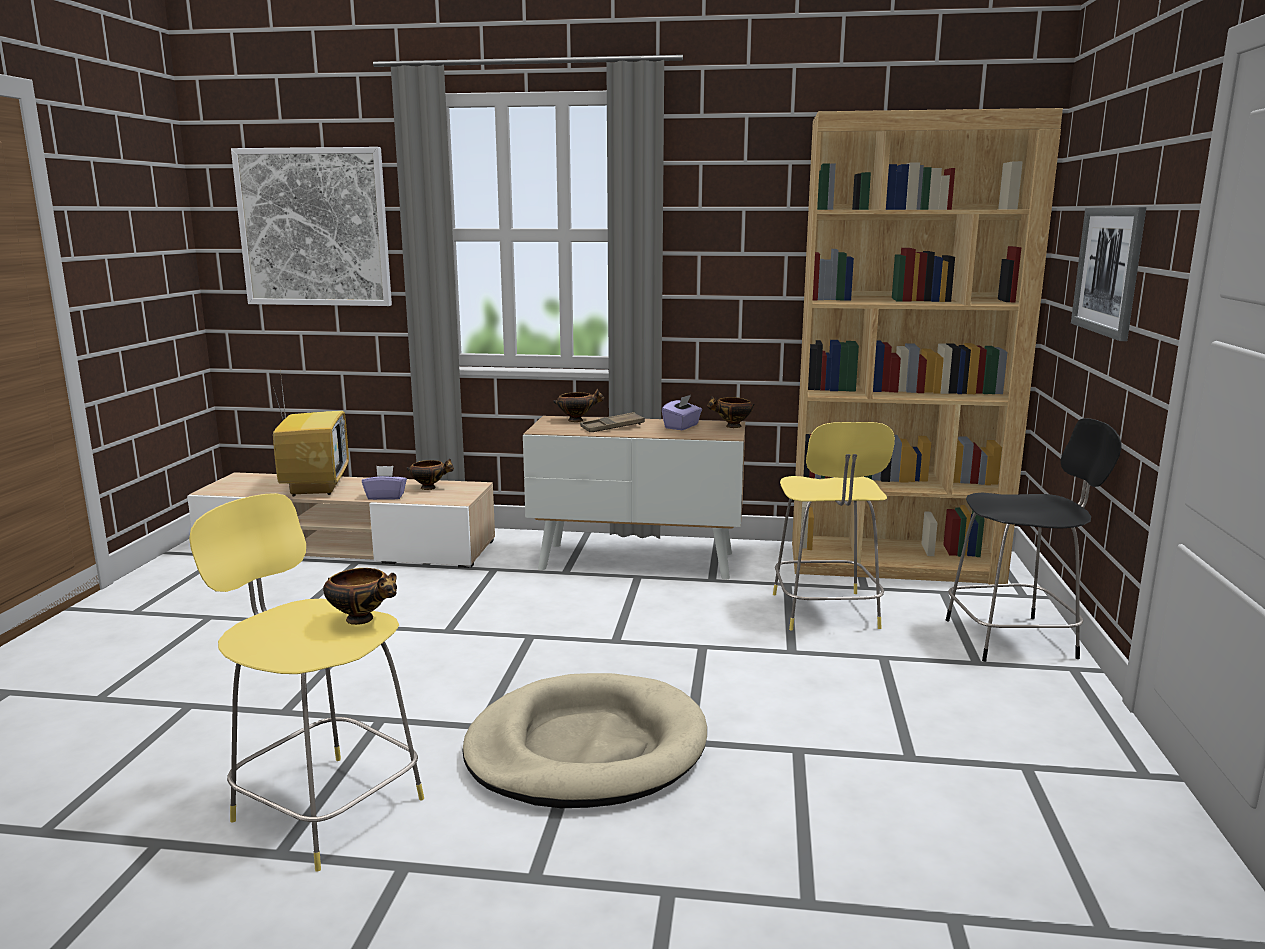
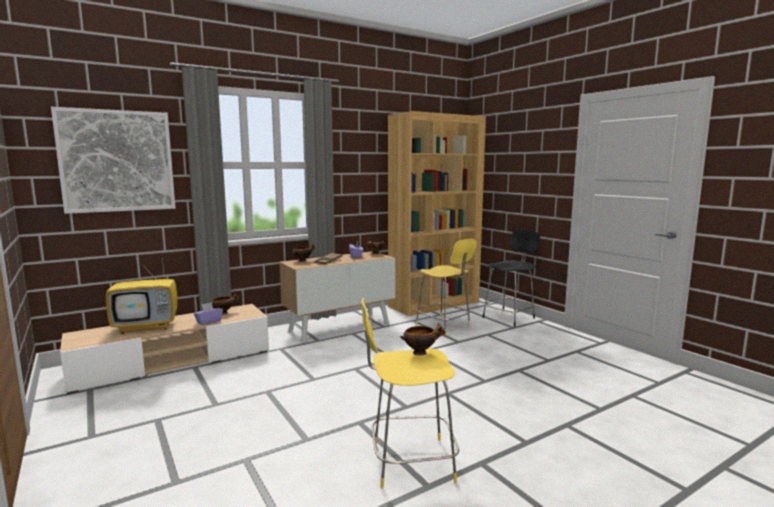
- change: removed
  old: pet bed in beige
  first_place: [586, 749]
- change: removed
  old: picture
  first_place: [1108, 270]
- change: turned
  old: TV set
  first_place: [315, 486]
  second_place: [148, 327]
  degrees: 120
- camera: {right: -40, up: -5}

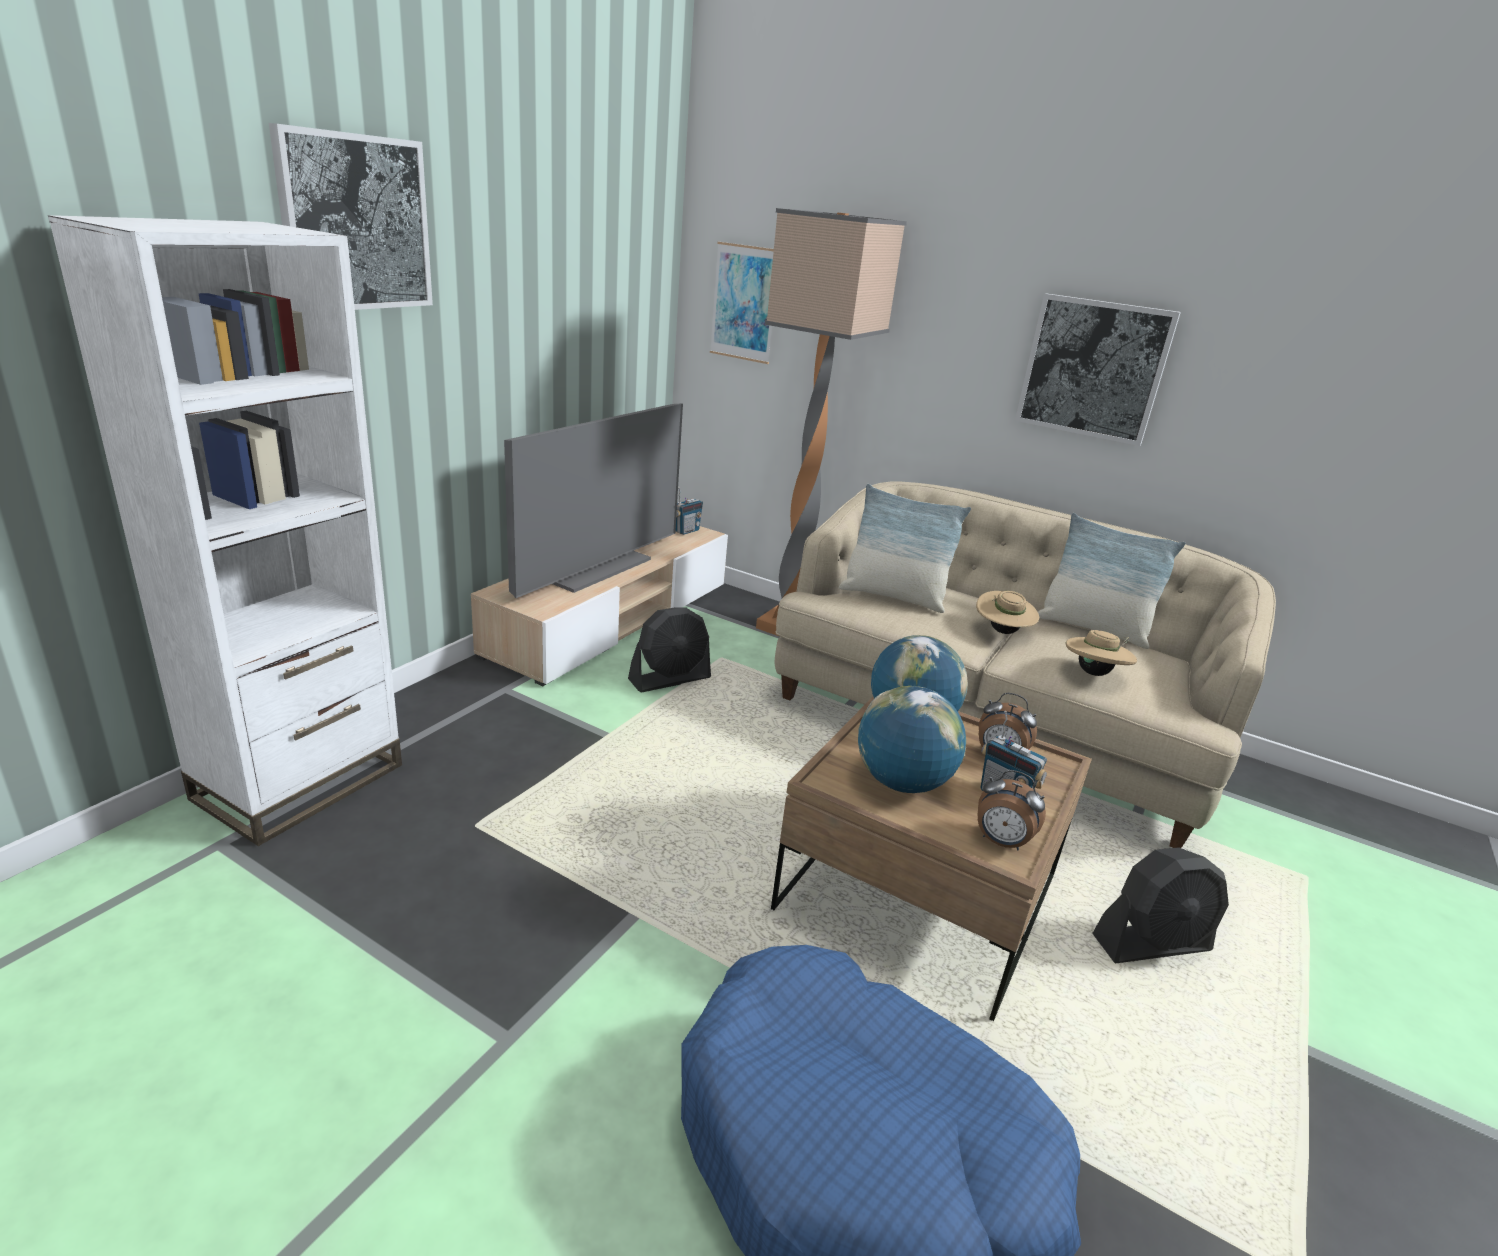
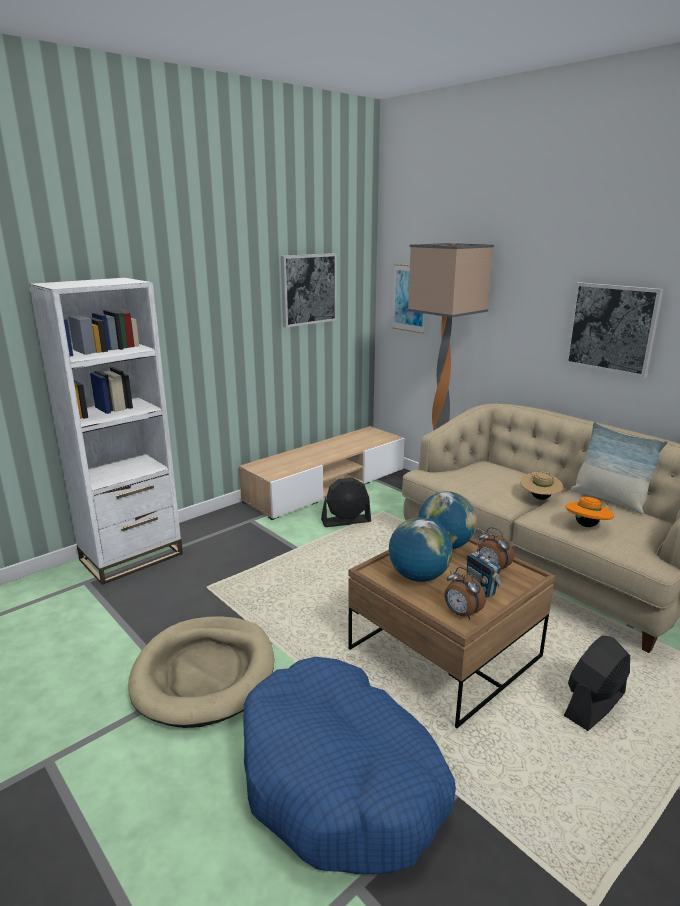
- change: removed
  old: TV set
  first_place: [594, 567]
- change: removed
  old: radio set
  first_place: [686, 531]
- change: removed
  old: pillow
  first_place: [893, 597]
- change: added
  new: pet bed in beige
  second_place: [205, 673]
- change: moved
  old: picture
  first_place: [355, 223]
  second_place: [308, 289]
- change: recoloured
  old: wearable hat in beige
  new: wearable hat in orangey
  first_place: [1094, 673]
  second_place: [587, 525]
- change: turned
  old: cooling fan in blackish
  first_place: [1152, 943]
  second_place: [594, 705]
  degrees: 135
- camera: {right: 20, up: -5}

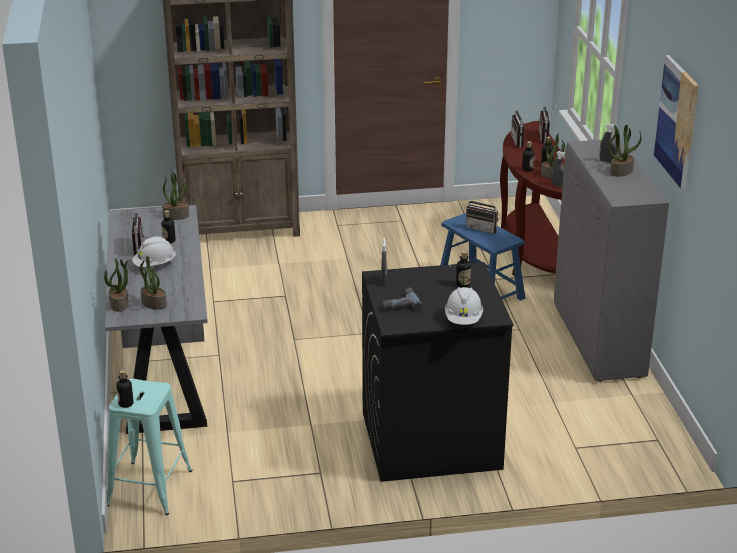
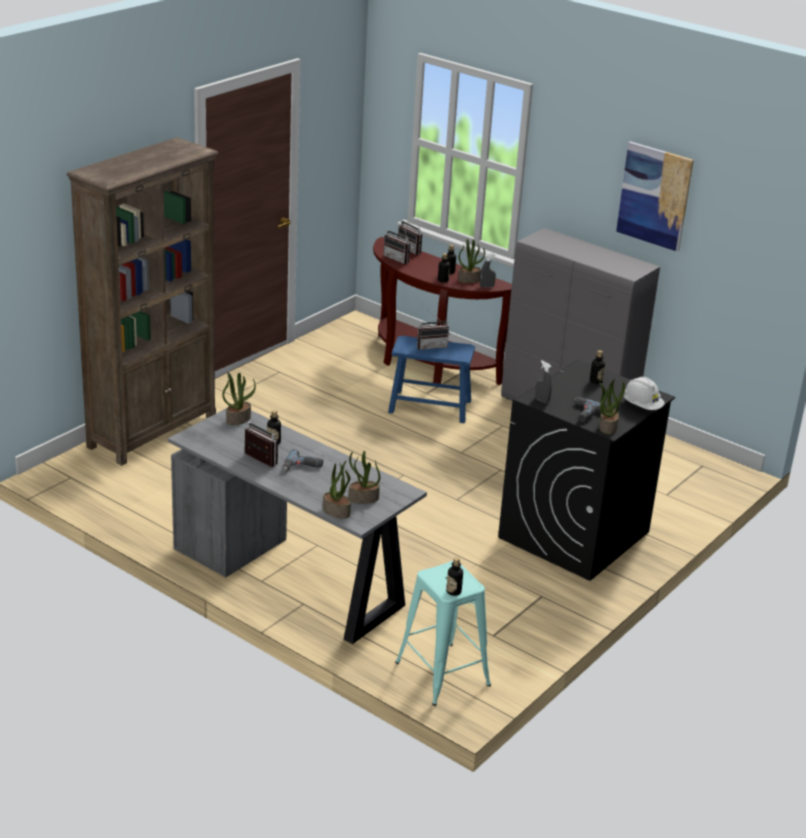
- change: removed
  old: hand sprayer in grey
  first_place: [607, 161]
- change: moved
  old: plant in a pot
  first_place: [621, 171]
  second_place: [607, 427]
- change: replaced
  old: hard hat in white
  new: power drill
  first_place: [155, 265]
  second_place: [302, 467]
- camera: {right: -45, up: 0}

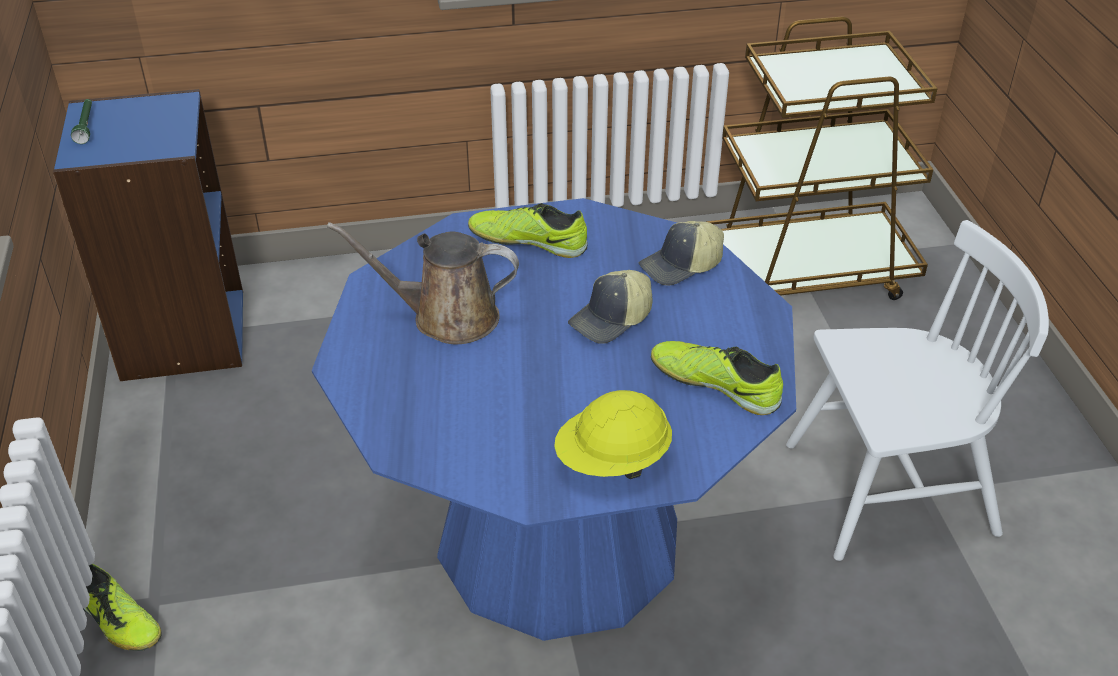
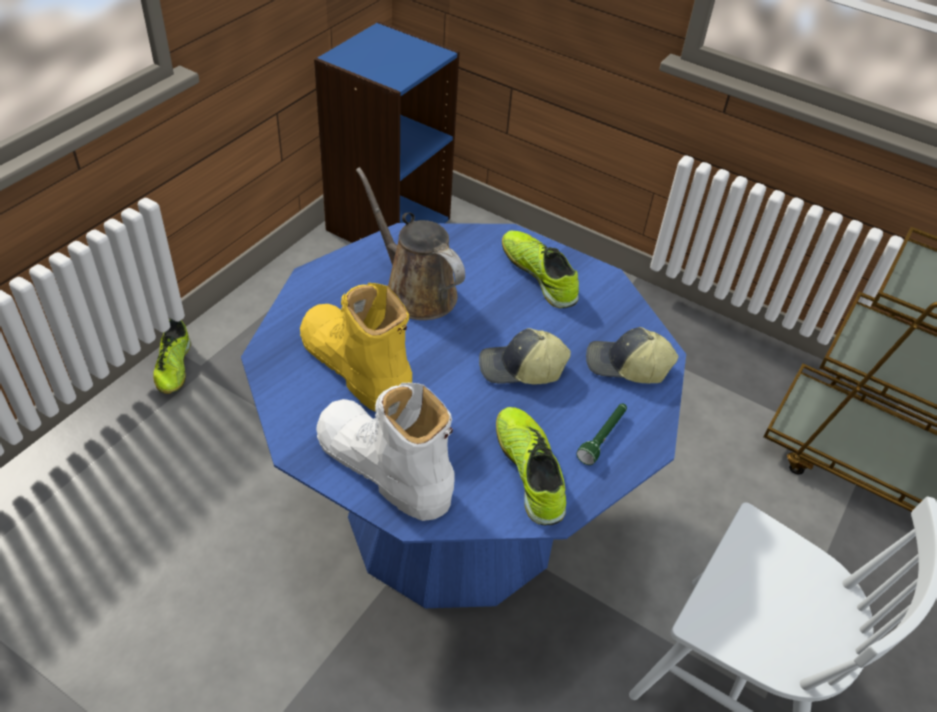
- change: added
  new: tall boot in yellowish
  second_place: [355, 367]
- change: moved
  old: hand torch in green
  first_place: [86, 126]
  second_place: [603, 437]
- change: replaced
  old: hard hat in yellowish
  new: tall boot in white
  first_place: [612, 461]
  second_place: [383, 467]
- camera: {right: 40, up: 5}

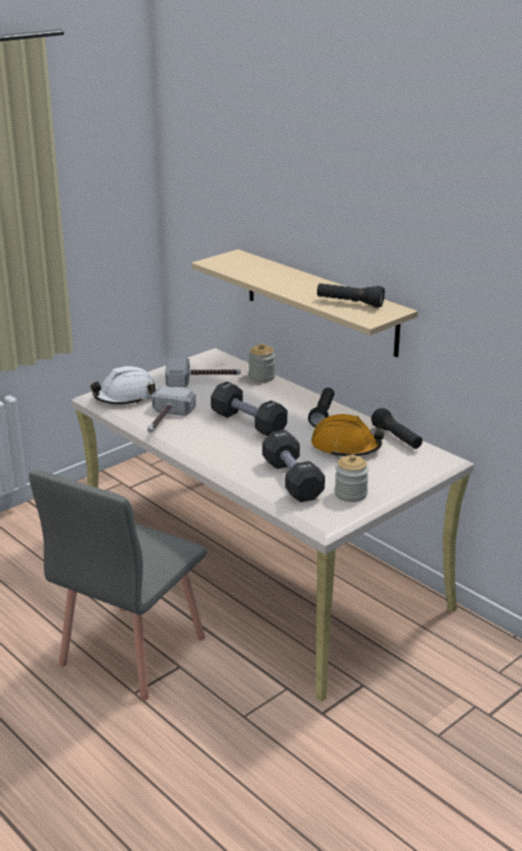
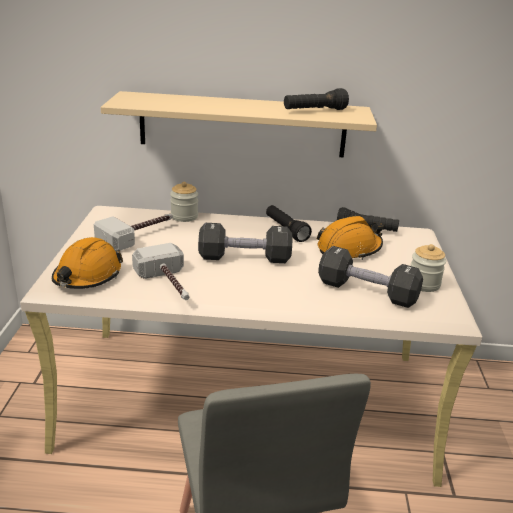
- change: recoloured
  old: hard hat in white
  new: hard hat in orangey
  first_place: [125, 397]
  second_place: [87, 276]
- camera: {right: -45, up: 0}

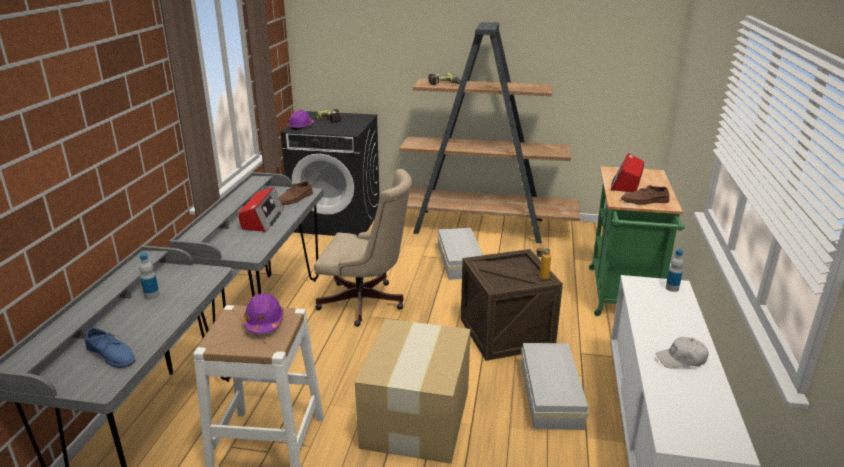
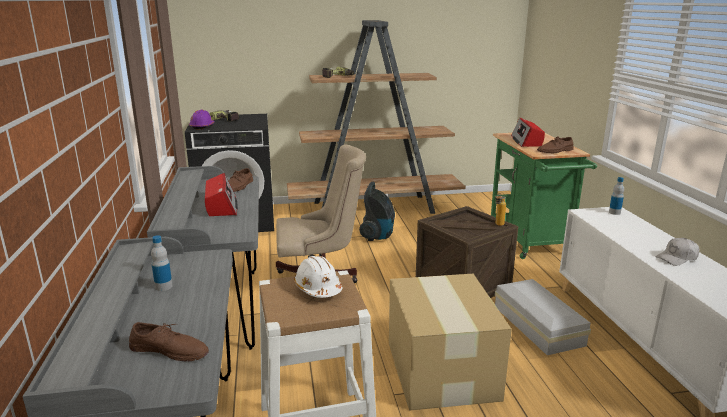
- change: replaced
  old: storage box in white
  new: vacuum cleaner
  first_place: [460, 260]
  second_place: [378, 236]
- change: recoloured
  old: item of footwear in blue-coloured
  new: item of footwear in brown-coloured
  first_place: [112, 354]
  second_place: [169, 350]
- change: recoloured
  old: hard hat in purple-coloured
  new: hard hat in white
  first_place: [264, 322]
  second_place: [318, 288]
- camera: {right: -20, up: -5}

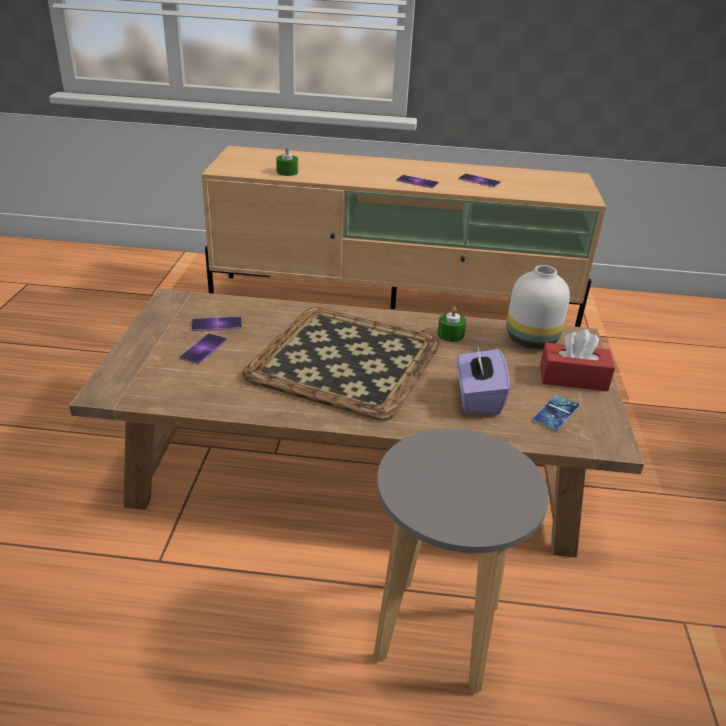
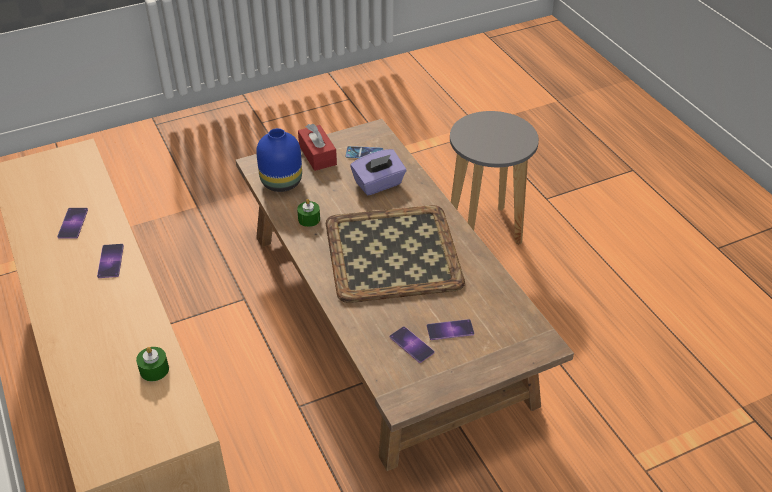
- change: recoloured
  old: decorative vase in white
  new: decorative vase in blue-coloured
  first_place: [530, 339]
  second_place: [281, 183]
- camera: {right: -120, up: 10}

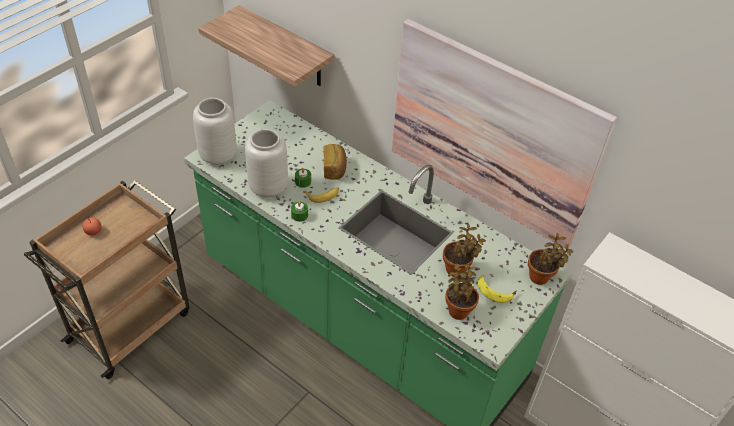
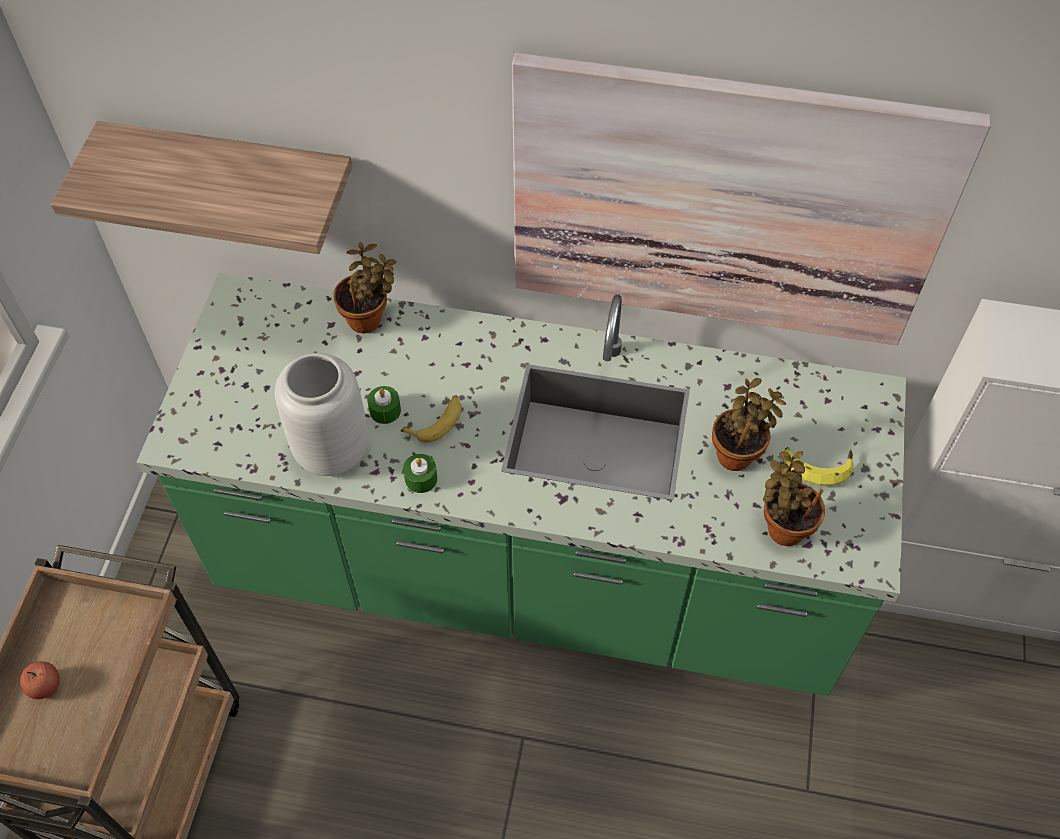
- change: removed
  old: decorative vase in grey
  first_place: [219, 155]
- change: removed
  old: baked bread
  first_place: [334, 169]
- change: moved
  old: plant in a pot
  first_place: [541, 277]
  second_place: [368, 319]
- camera: {right: -25, up: 10}

